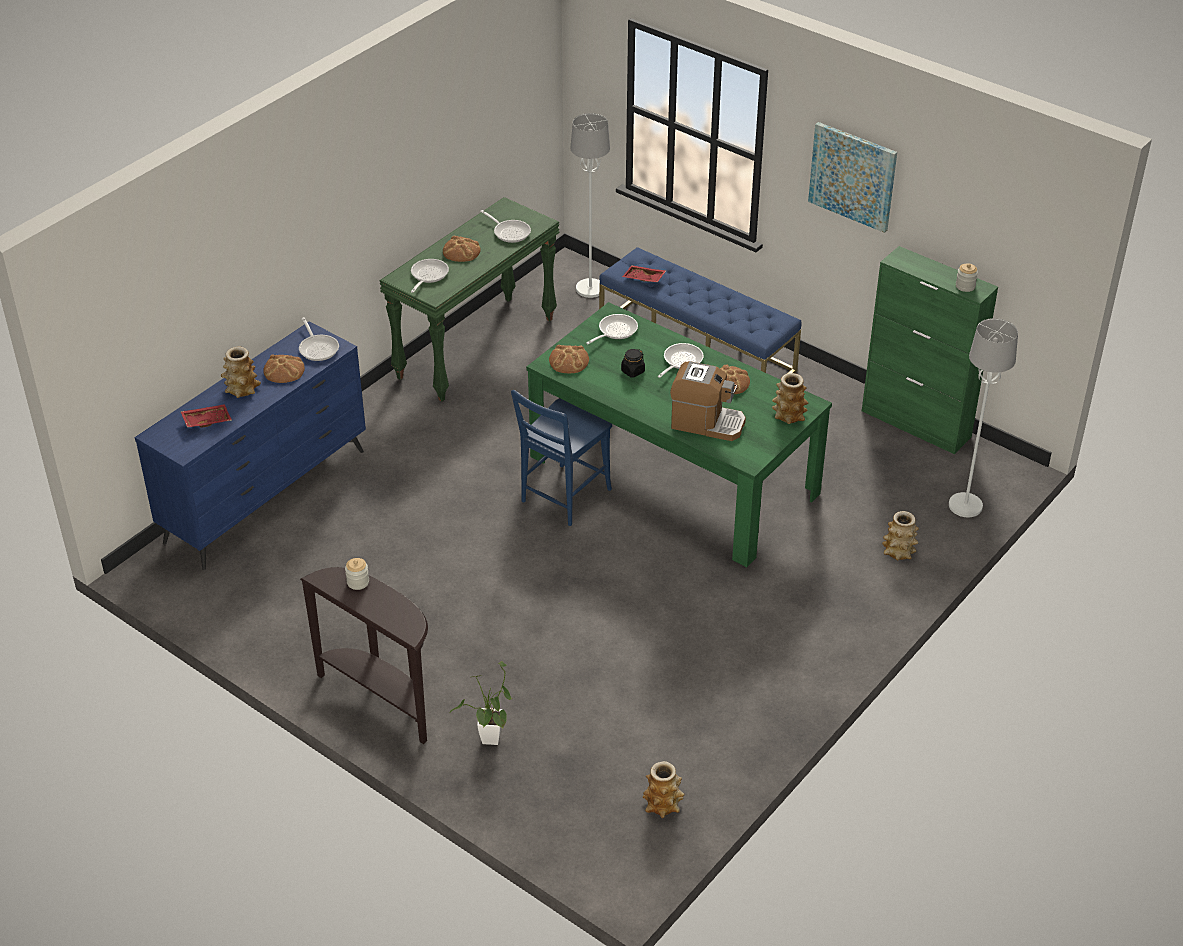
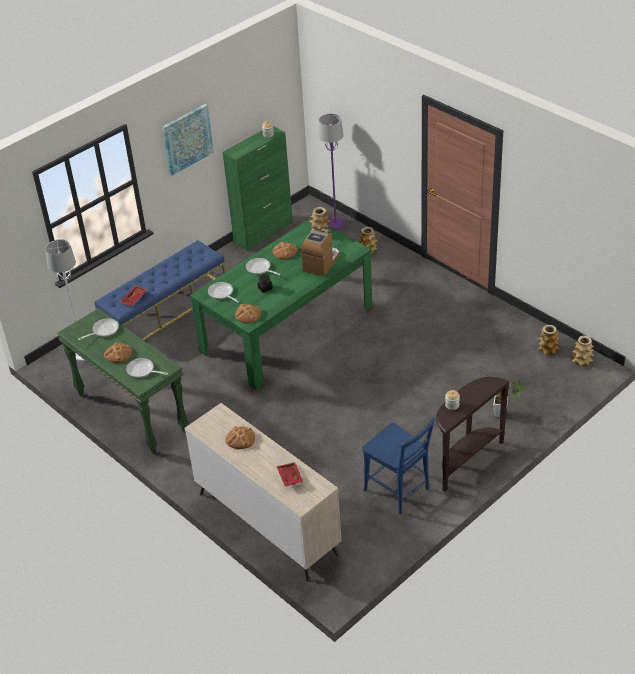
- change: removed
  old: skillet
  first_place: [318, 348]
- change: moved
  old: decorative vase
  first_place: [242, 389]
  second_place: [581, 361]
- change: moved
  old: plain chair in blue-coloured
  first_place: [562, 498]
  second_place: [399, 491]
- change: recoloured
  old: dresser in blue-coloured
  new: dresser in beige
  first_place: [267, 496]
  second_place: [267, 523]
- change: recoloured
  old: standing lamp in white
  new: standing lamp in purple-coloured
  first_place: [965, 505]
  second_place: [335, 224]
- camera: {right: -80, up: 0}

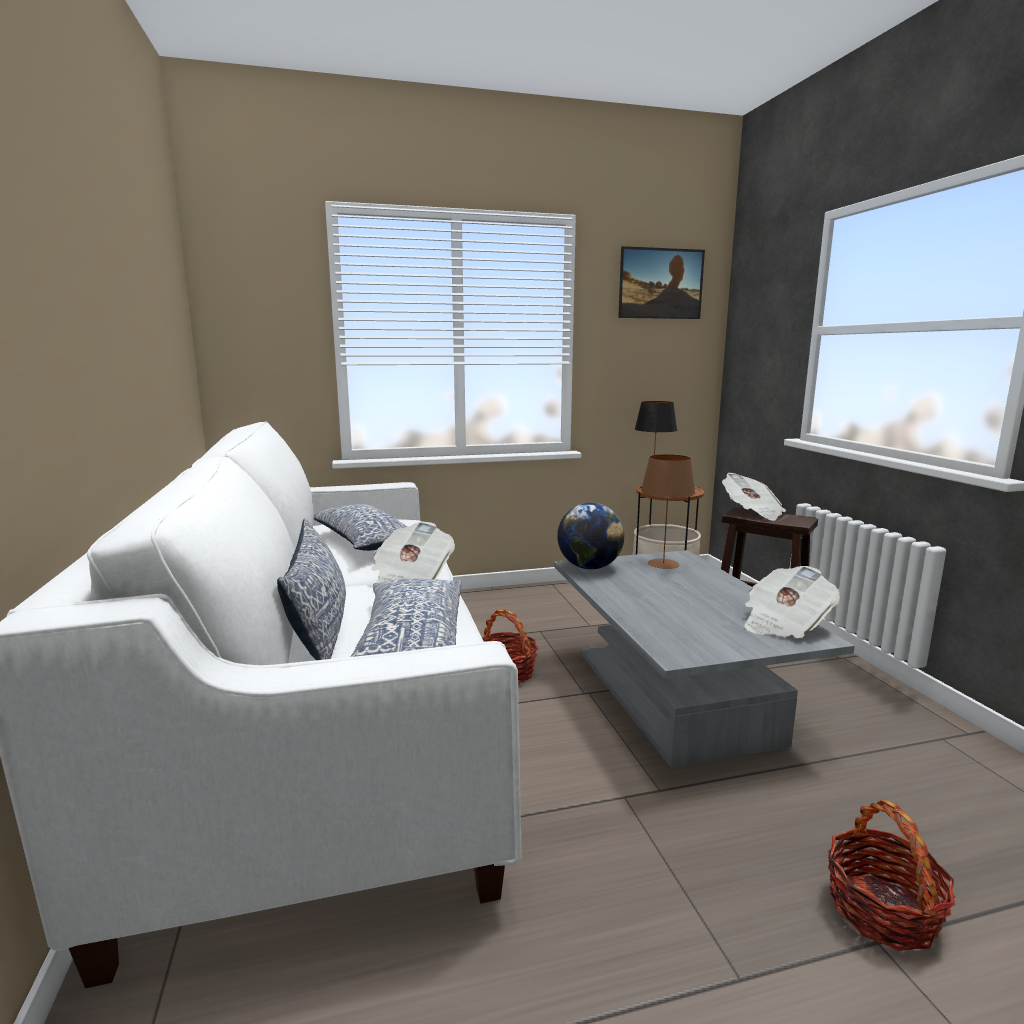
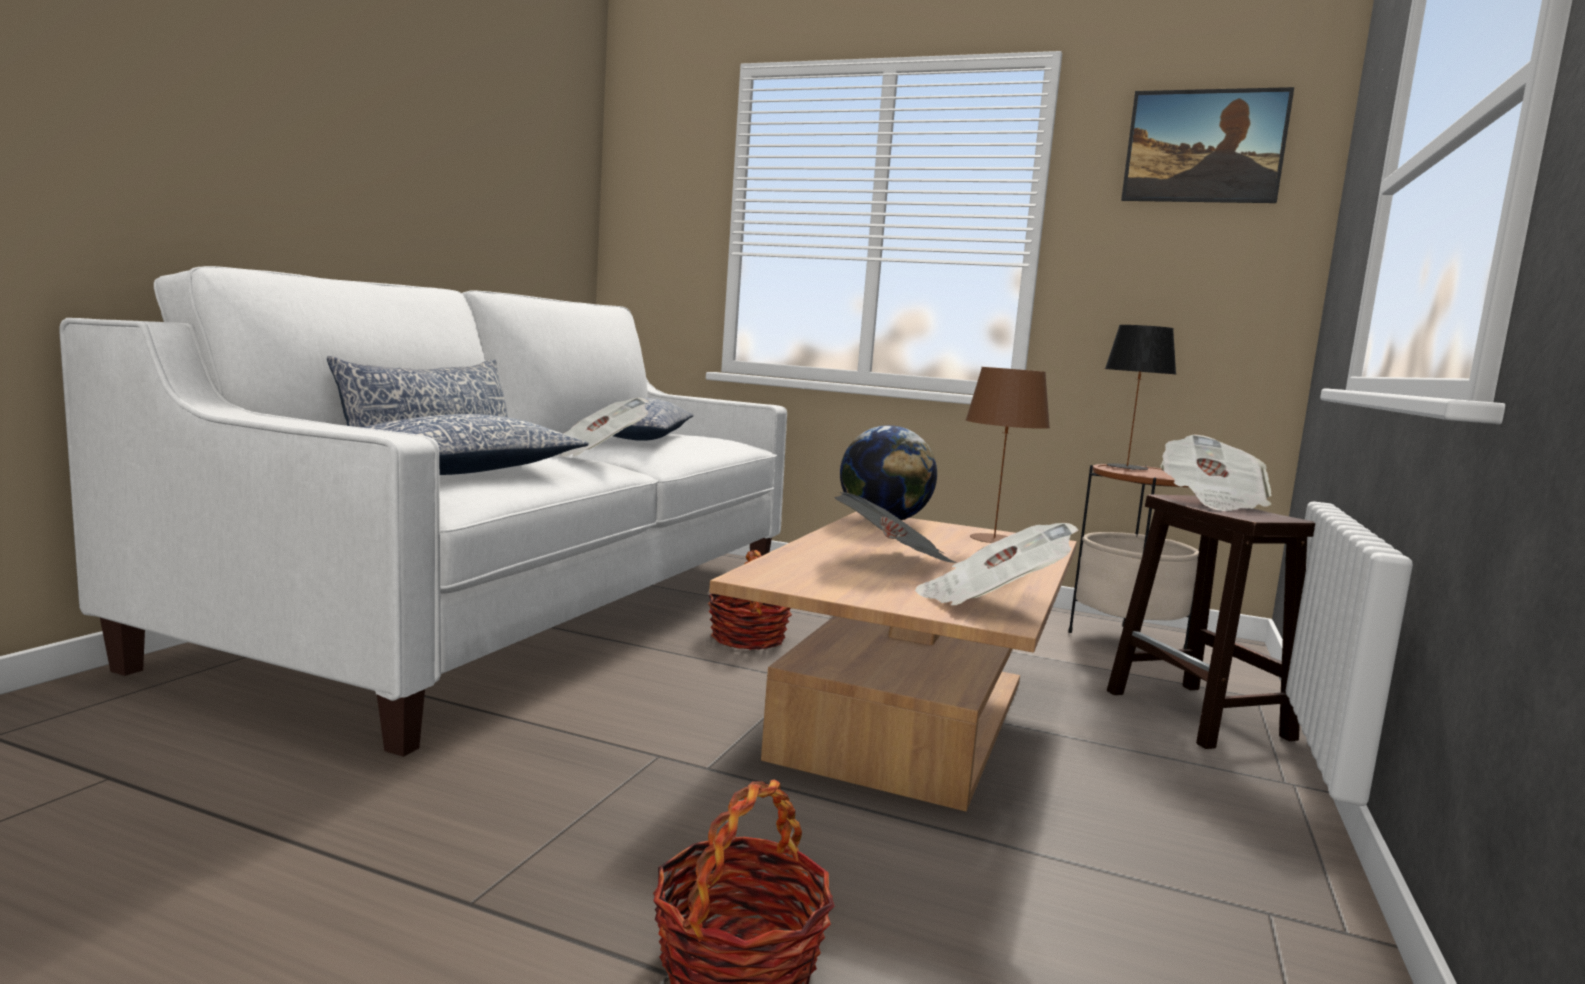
- change: added
  new: daily paper
  second_place: [894, 562]
- change: recoloured
  old: lounge table in grey
  new: lounge table in brown-coloured
  first_place: [672, 695]
  second_place: [907, 717]
- camera: {right: 35, up: -5}

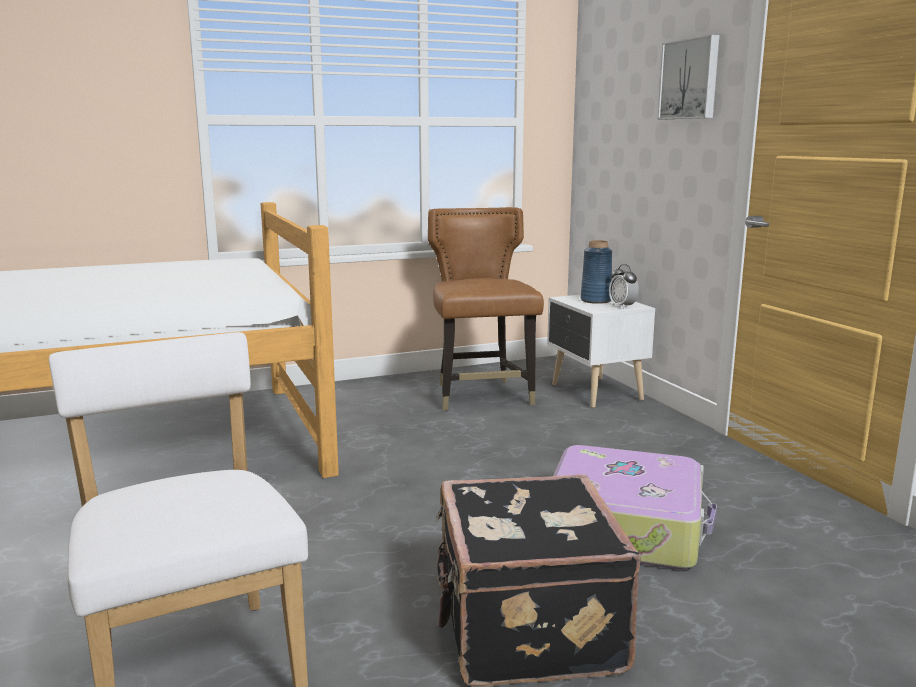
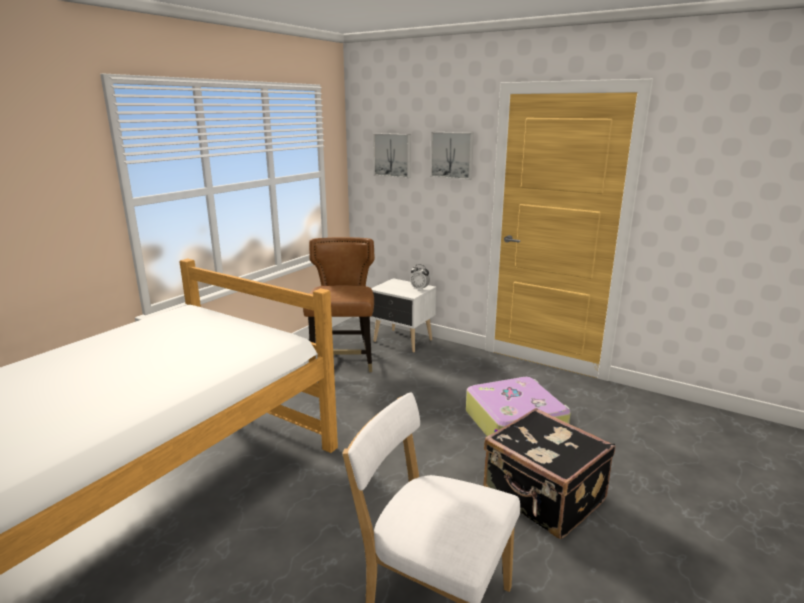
- change: removed
  old: decorative vase in blue-coloured
  first_place: [595, 300]
- change: added
  new: picture
  second_place: [393, 155]
- change: turned
  old: plain chair in brown-coloured
  first_place: [481, 395]
  second_place: [344, 361]
  degrees: 45
- camera: {right: -35, up: 5}

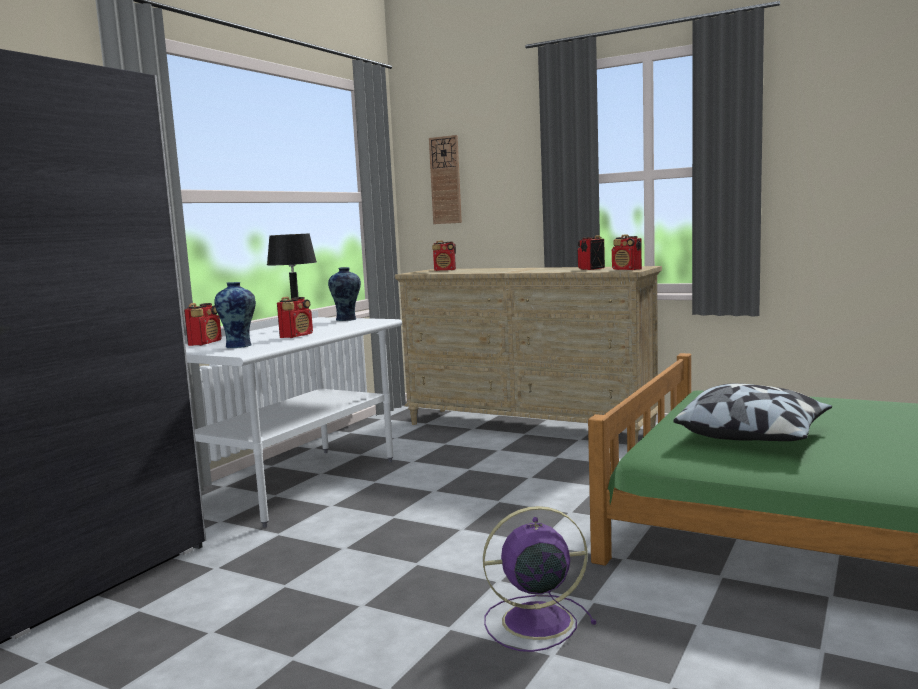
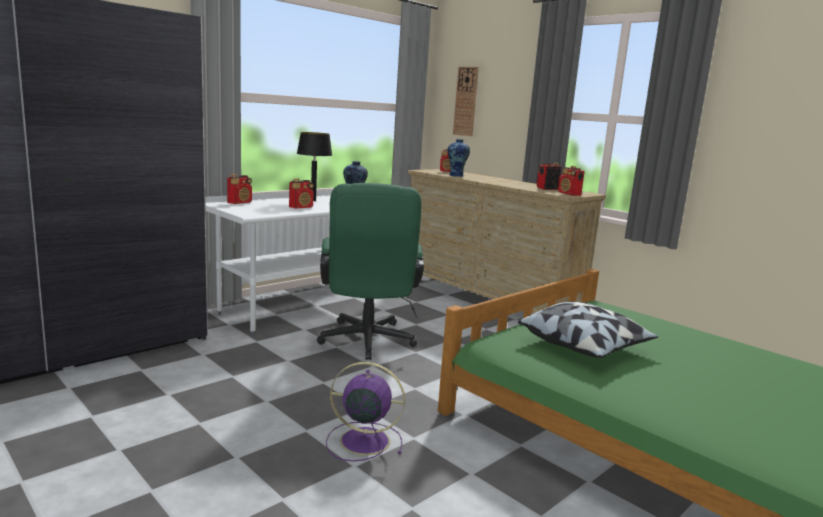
- change: added
  new: desk chair in green
  second_place: [366, 343]
- change: moved
  old: decorative vase
  first_place: [239, 346]
  second_place: [456, 175]
- camera: {right: 15, up: 5}

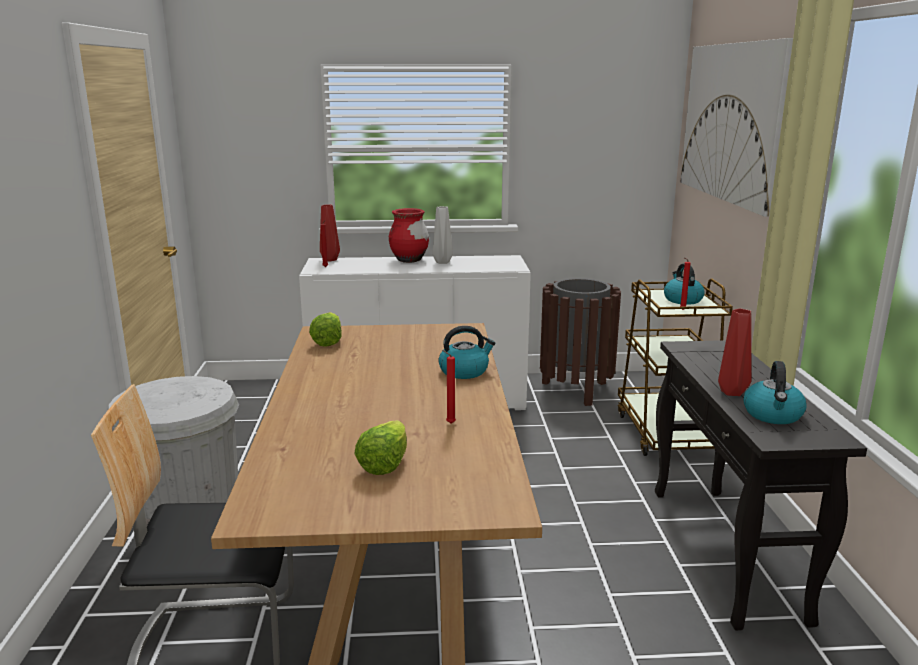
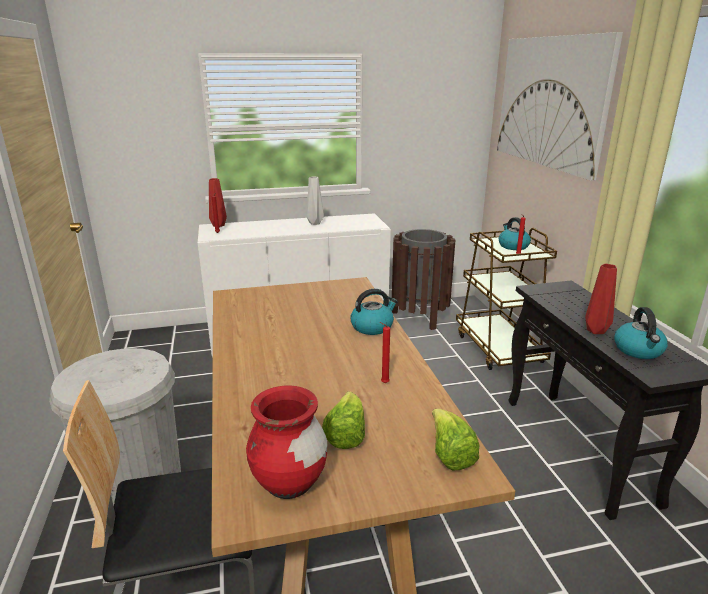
- change: moved
  old: head of lettuce
  first_place: [327, 341]
  second_place: [450, 454]
- change: moved
  old: decorative vase in red-coloured
  first_place: [409, 260]
  second_place: [289, 483]
- camera: {right: -10, up: 5}

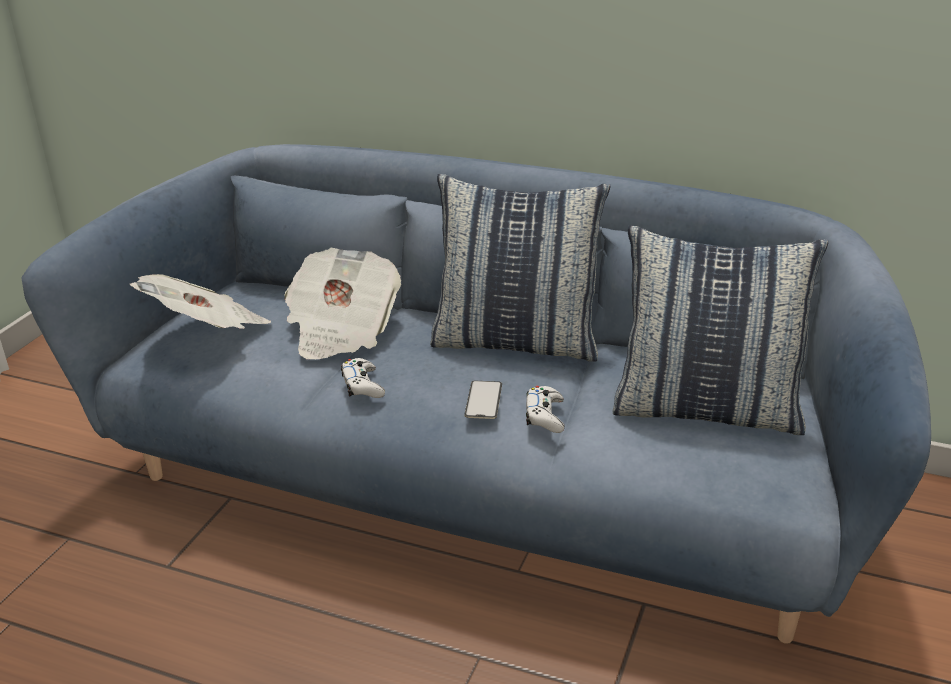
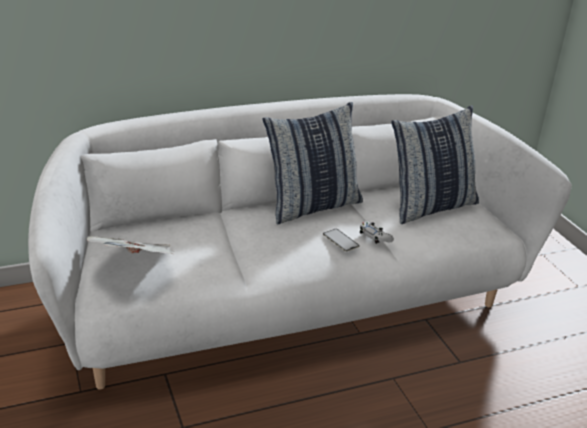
- change: removed
  old: daily paper
  first_place: [341, 329]
- change: removed
  old: game controller in white
  first_place: [362, 385]
- change: recoloured
  old: settee in blue-coloured
  new: settee in white
  first_place: [478, 484]
  second_place: [288, 302]
- camera: {right: -45, up: 0}

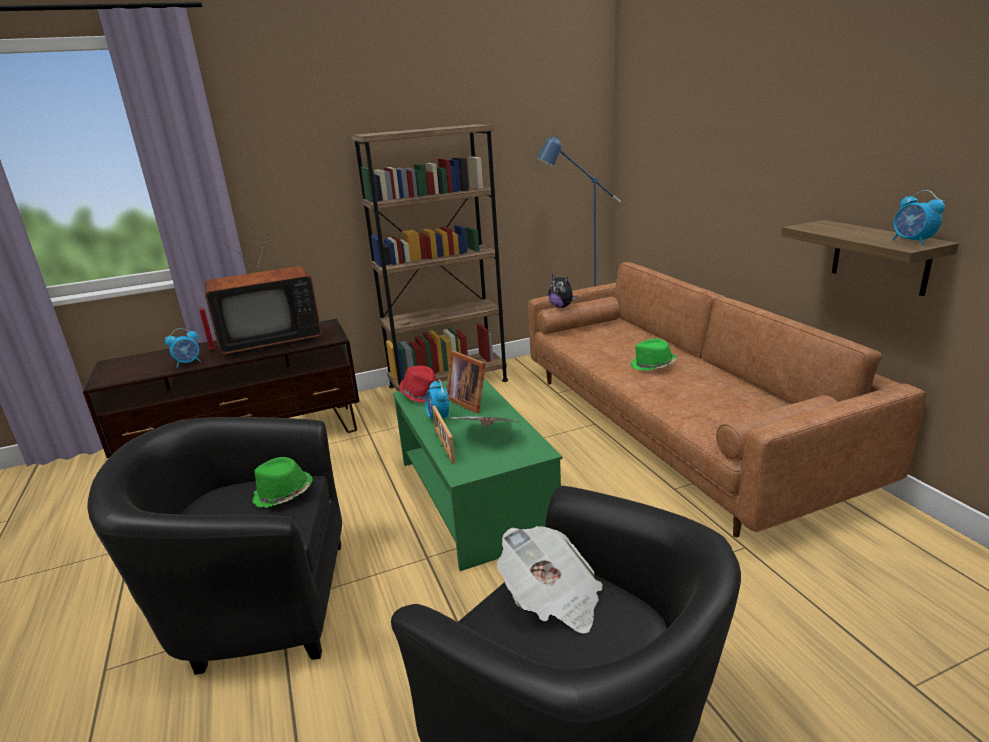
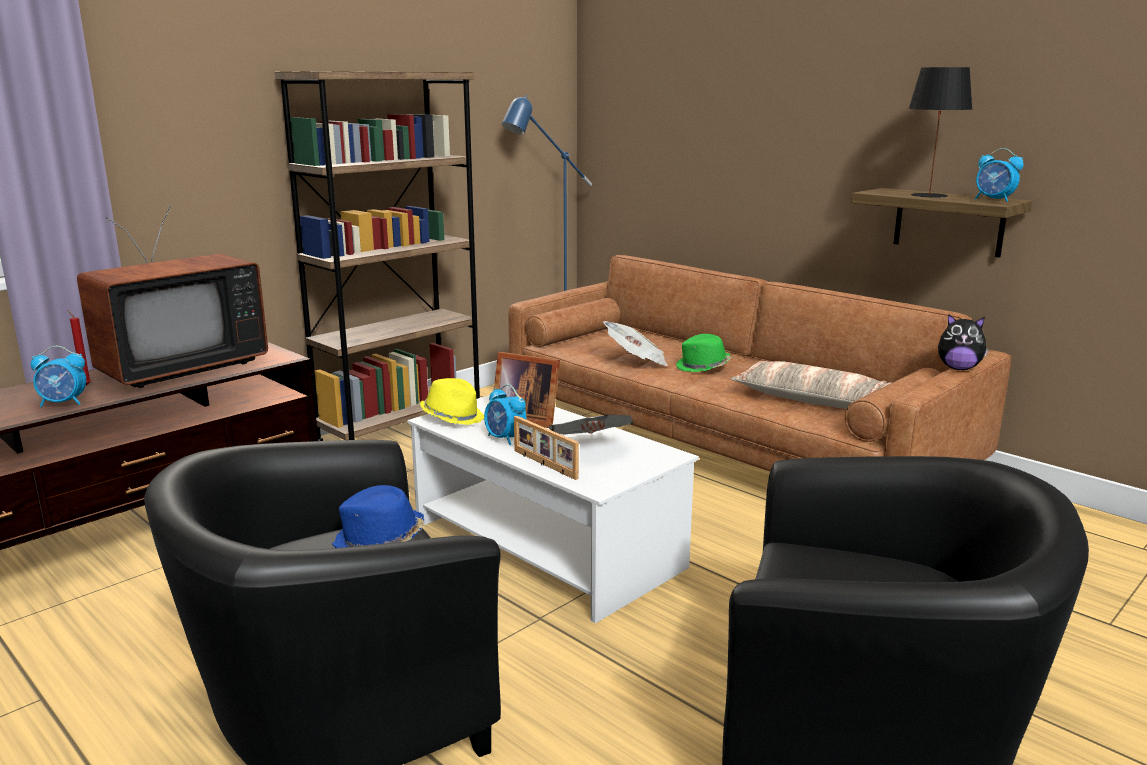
- change: added
  new: pillow
  second_place: [812, 399]
- change: added
  new: tabletop lamp in blackish
  second_place: [928, 195]
- change: moved
  old: daily paper
  first_place: [552, 599]
  second_place: [636, 361]
- change: moved
  old: plush toy
  first_place: [562, 306]
  second_place: [958, 368]
- change: recoloured
  old: wearable hat in green
  new: wearable hat in blue-coloured
  first_place: [283, 494]
  second_place: [379, 541]
- change: recoloured
  old: lounge table in green
  new: lounge table in white
  first_place: [475, 498]
  second_place: [548, 546]
- change: recoloured
  old: wearable hat in red-coloured
  new: wearable hat in yellowish
  first_place: [422, 394]
  second_place: [453, 417]
- change: turned
  old: alarm clock
  first_place: [188, 363]
  second_place: [63, 403]
  degrees: 45
- camera: {right: -25, up: -5}

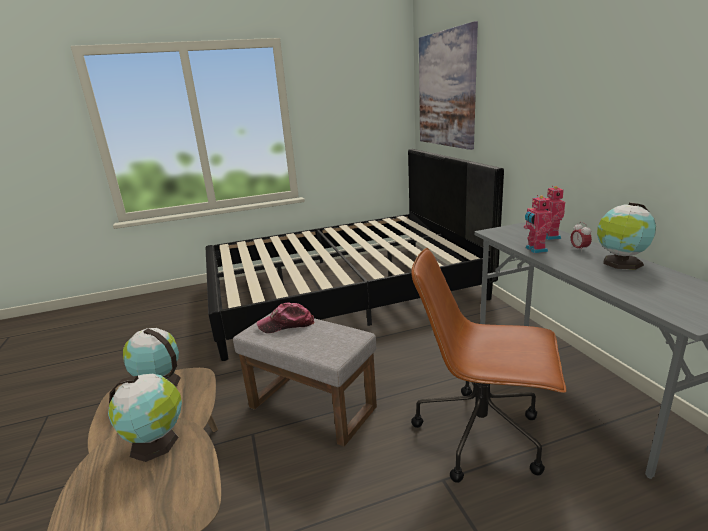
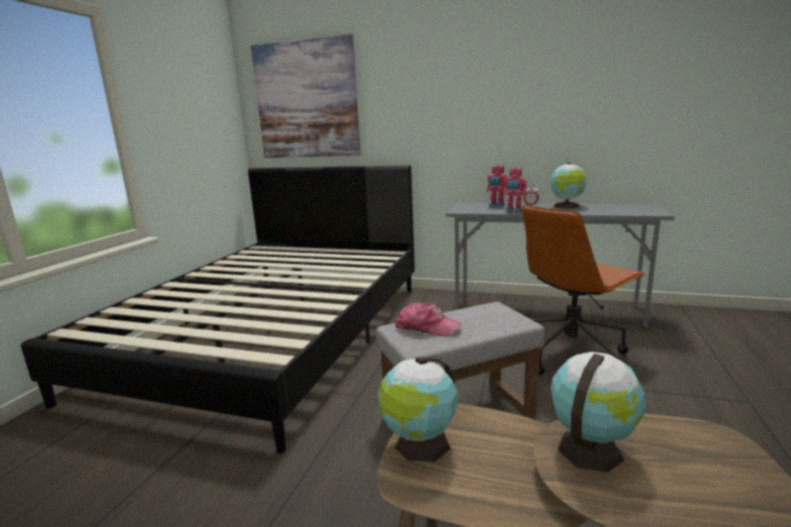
- change: turned
  old: cap
  first_place: [287, 324]
  second_place: [426, 327]
  degrees: -90
- camera: {right: -55, up: -5}

